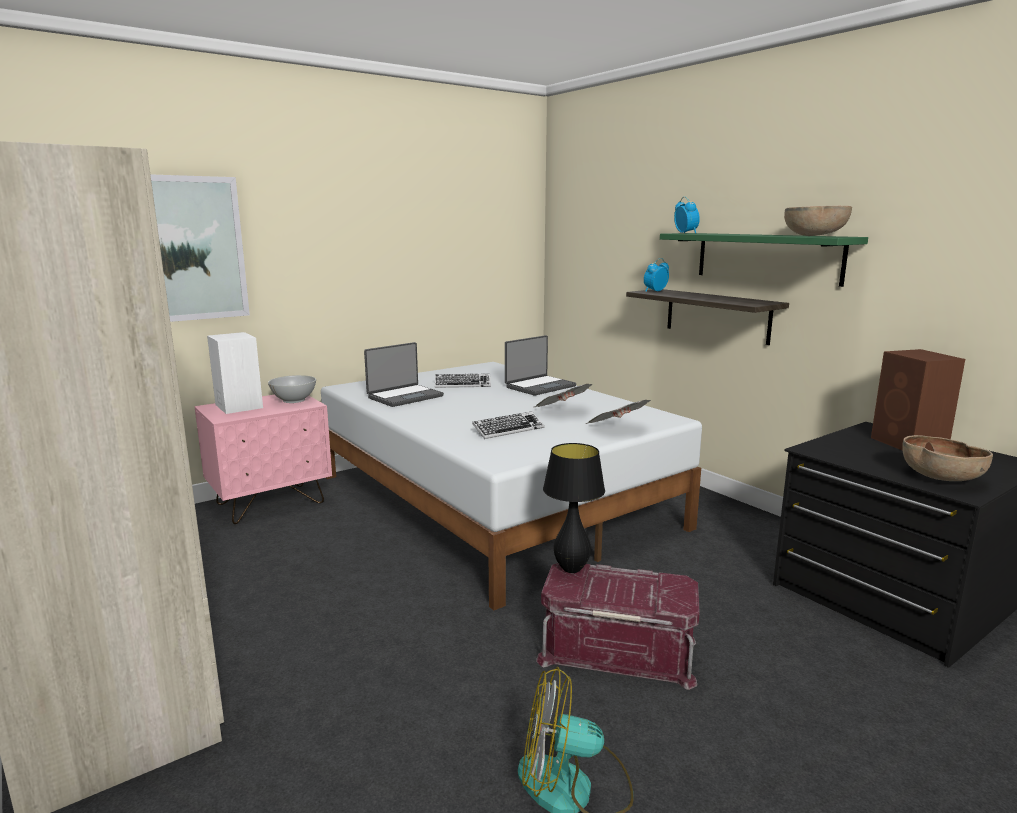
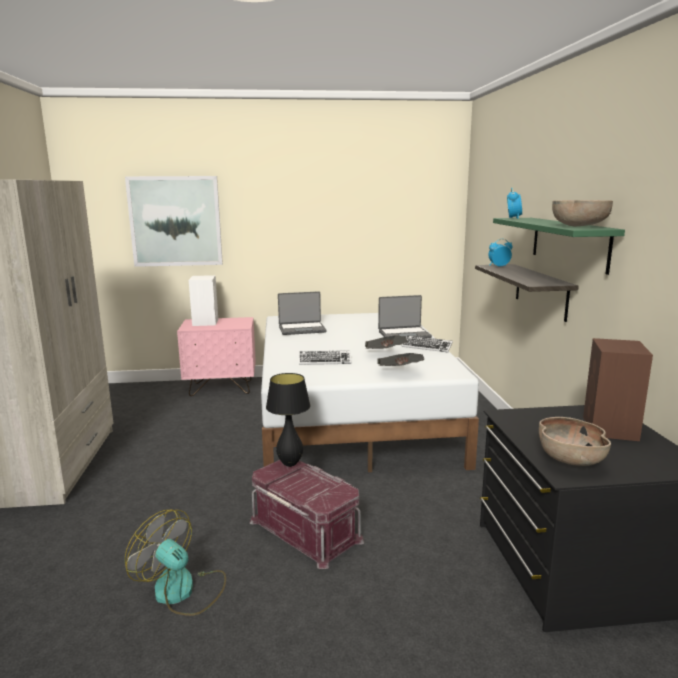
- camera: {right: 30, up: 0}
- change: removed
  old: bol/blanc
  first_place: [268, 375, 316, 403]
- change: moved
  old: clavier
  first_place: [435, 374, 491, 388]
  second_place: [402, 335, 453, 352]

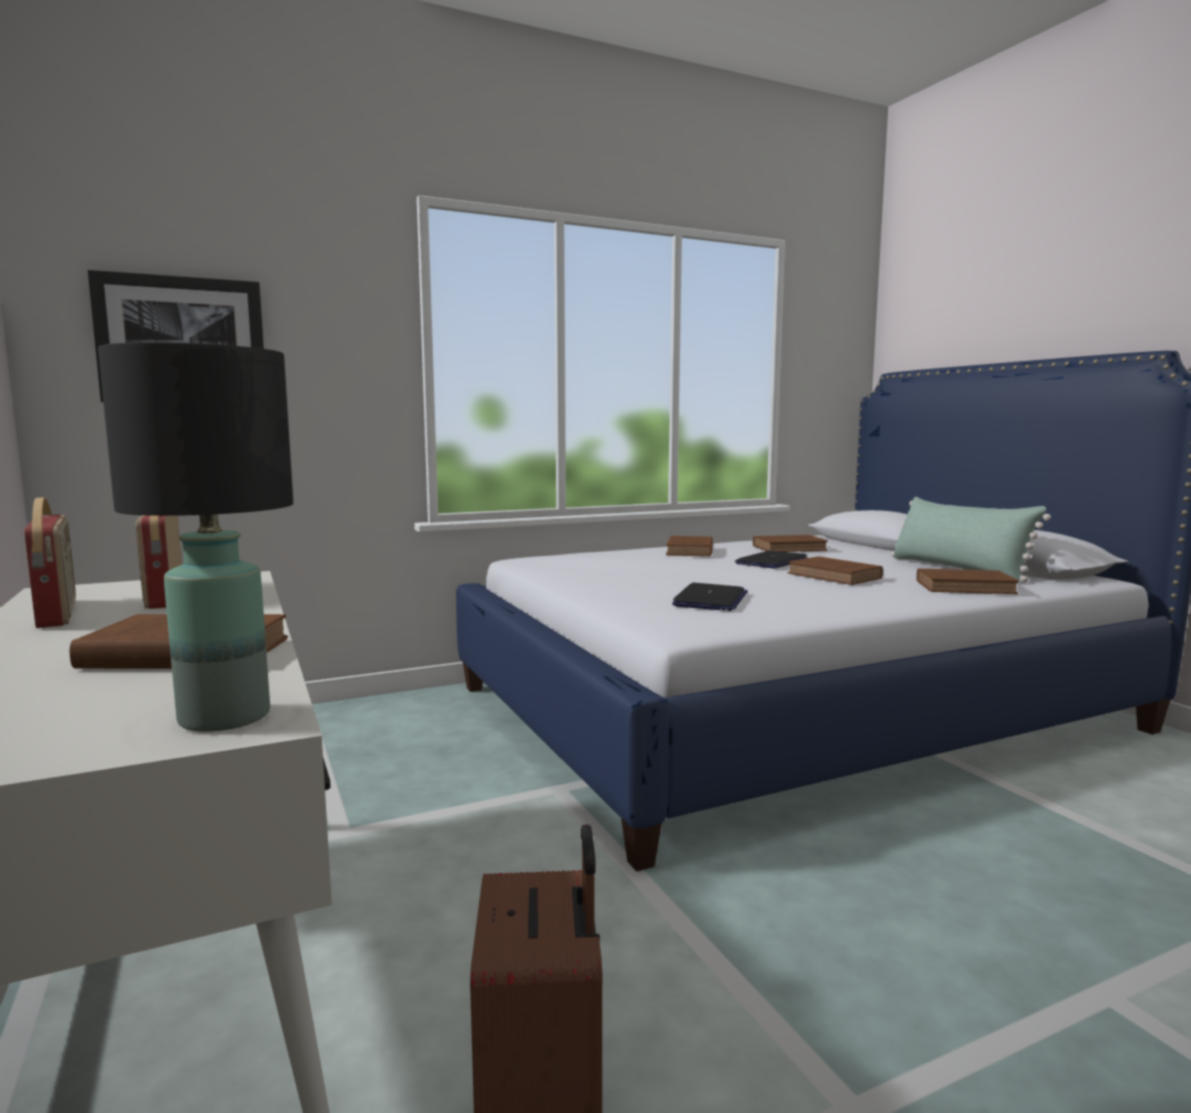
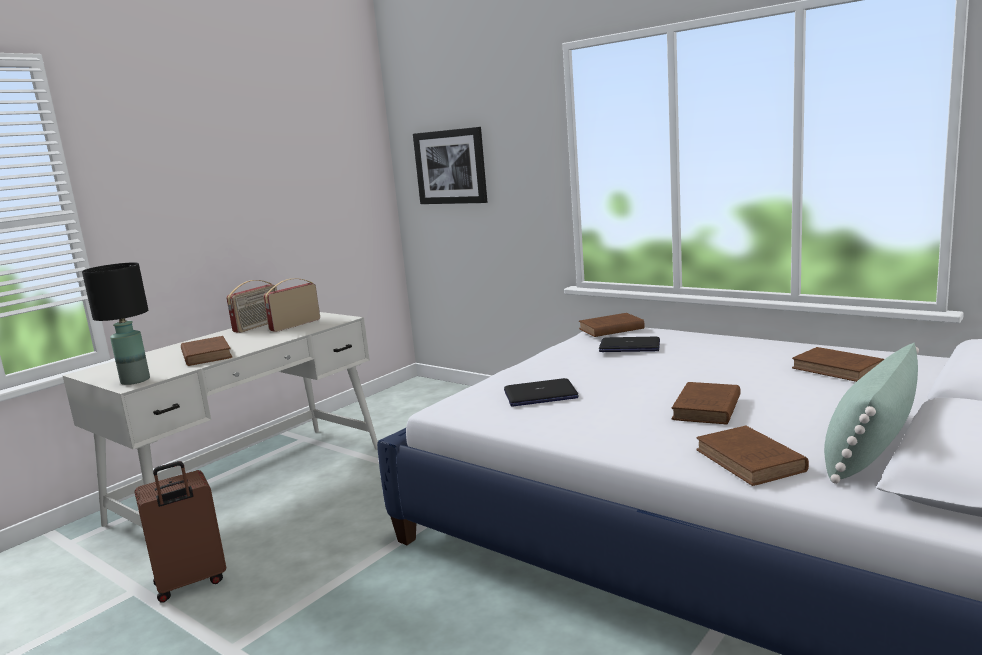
- camera: {right: 65, up: 5}
- change: moved
  old: livre/marron
  first_place: [666, 536, 713, 556]
  second_place: [579, 313, 645, 337]
- change: moved
  old: ordinateur portable
  first_place: [735, 551, 808, 569]
  second_place: [599, 337, 660, 352]

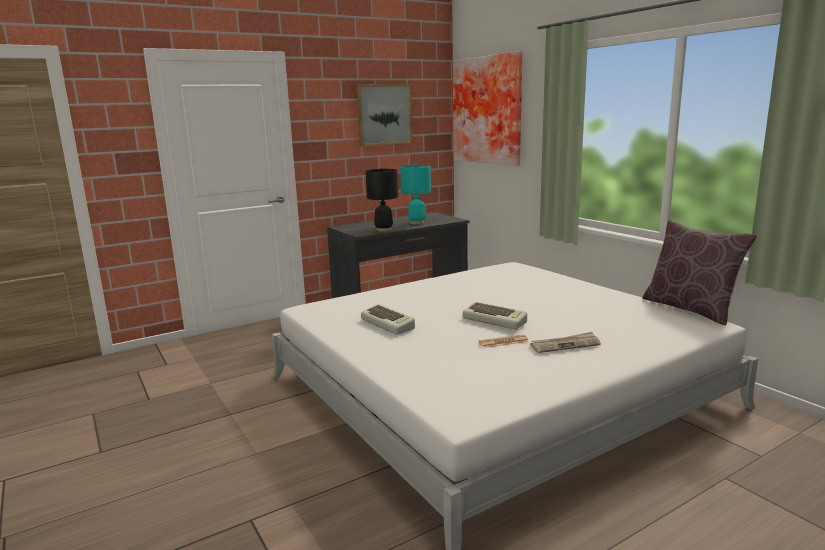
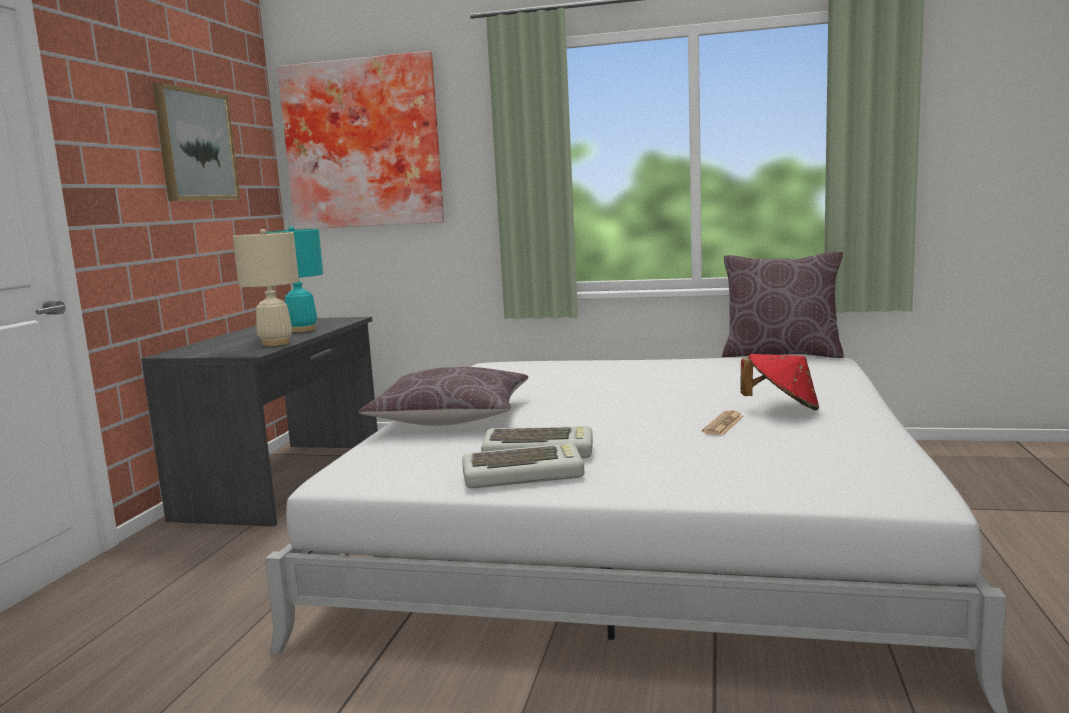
- camera: {right: -45, up: -5}
- change: recoloured
  old: lampe de table/noir
  new: lampe de table/beige
  first_place: [366, 168, 398, 232]
  second_place: [233, 229, 299, 346]
- change: moved
  old: clavier
  first_place: [463, 302, 527, 329]
  second_place: [462, 443, 584, 488]
- change: replaced
  old: journal
  new: chapeau/rouge
  first_place: [530, 332, 601, 353]
  second_place: [740, 354, 819, 410]
- change: added
  new: coussin/marron
  second_place: [358, 367, 528, 426]

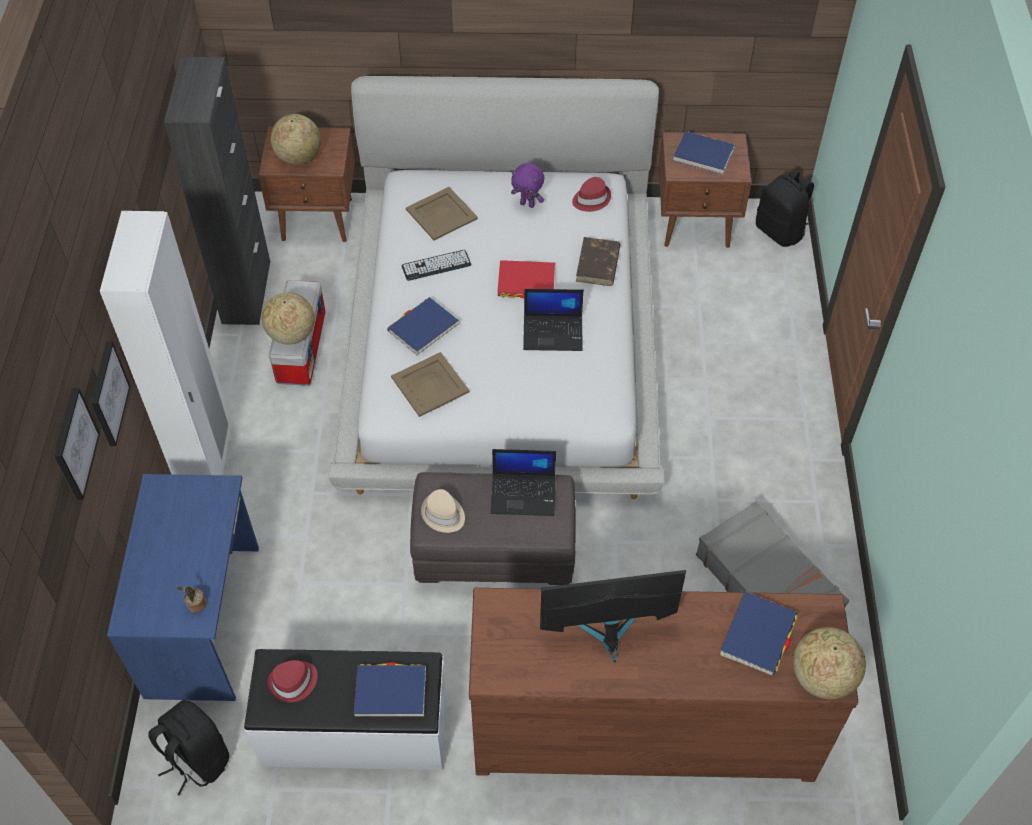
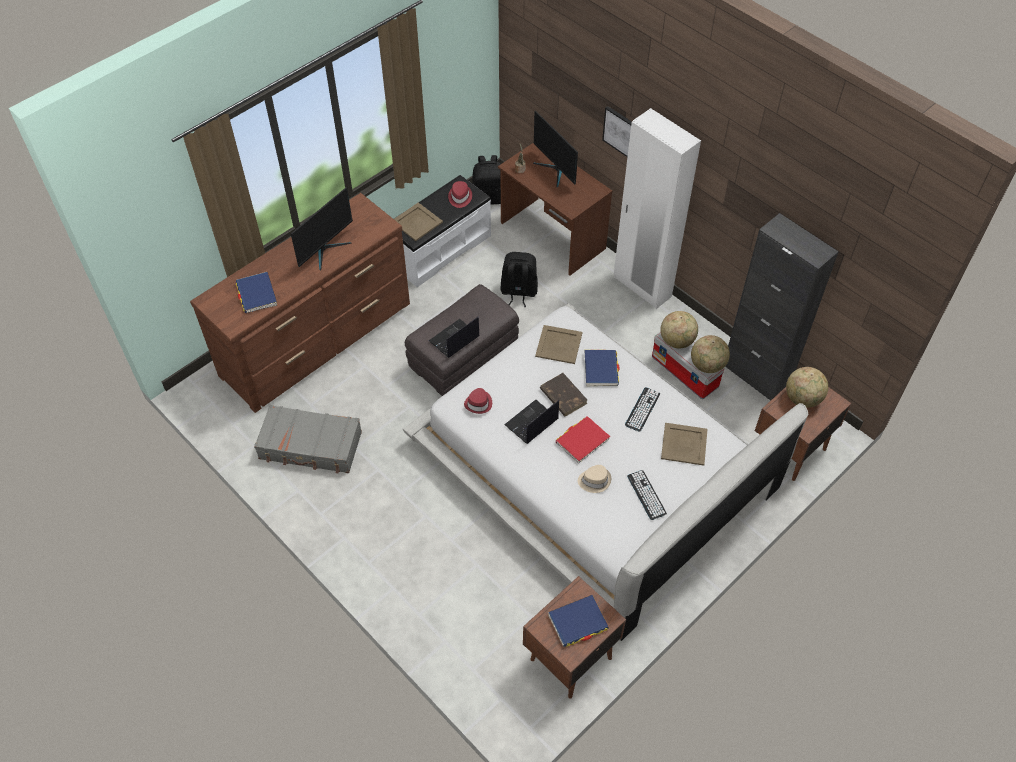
- camera: {right: 135, up: 0}
- change: removed
  old: tableau
  first_place: [54, 388, 100, 500]
- change: recoloured
  old: bureau/bleu
  new: bureau/marron
  first_place: [107, 474, 259, 701]
  second_place: [498, 143, 612, 275]
- change: replaced
  old: livre/bleu
  new: plateau/beige
  first_place: [354, 662, 426, 717]
  second_place: [394, 202, 443, 241]
- change: moved
  old: chapeau/beige
  first_place: [421, 489, 465, 533]
  second_place: [578, 465, 611, 493]
- change: replaced
  old: peluche/violet
  new: clavier
  first_place: [511, 163, 544, 208]
  second_place: [627, 470, 667, 520]
- change: moved
  old: chapeau/rouge
  first_place: [572, 177, 611, 212]
  second_place: [464, 388, 492, 414]
- change: moved
  old: livre/marron
  first_place: [576, 237, 621, 286]
  second_place: [540, 373, 587, 416]
- change: moved
  old: sac à dos/noir
  first_place: [756, 169, 814, 247]
  second_place: [501, 252, 538, 307]
- change: moved
  old: globe
  first_place: [793, 627, 866, 700]
  second_place: [691, 335, 730, 373]
- change: added
  new: écran d'ordinateur
  second_place: [533, 111, 578, 188]

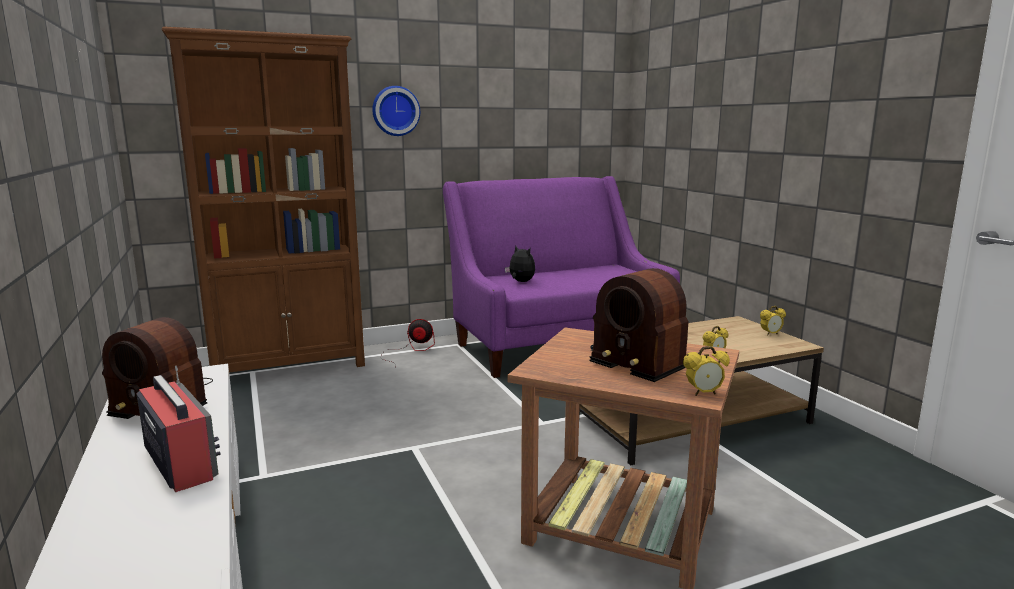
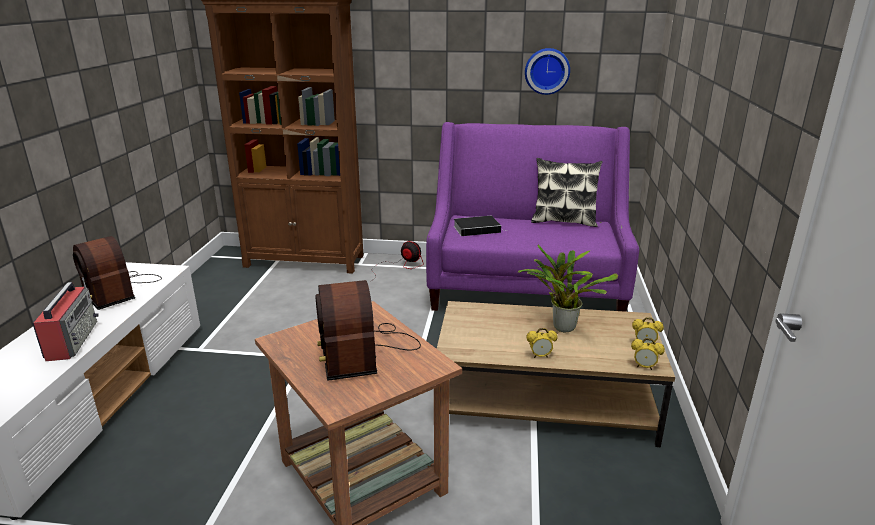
- camera: {right: 30, up: 10}
- change: moved
  old: horloge murale
  first_place: [372, 86, 420, 136]
  second_place: [525, 48, 570, 95]
- change: replaced
  old: peluche
  new: livre
  first_place: [505, 246, 535, 282]
  second_place: [454, 216, 507, 236]
- change: moved
  old: réveil
  first_place: [683, 346, 730, 396]
  second_place: [631, 338, 665, 370]
- change: added
  new: plante en pot
  second_place: [518, 245, 618, 332]
- change: added
  new: coussin
  second_place: [531, 158, 603, 227]

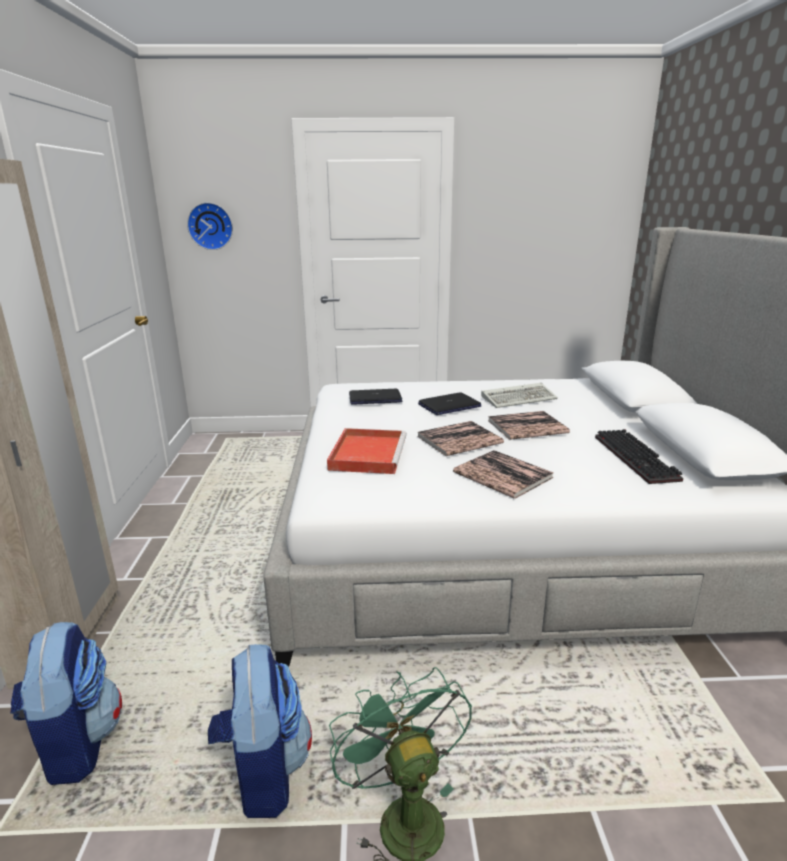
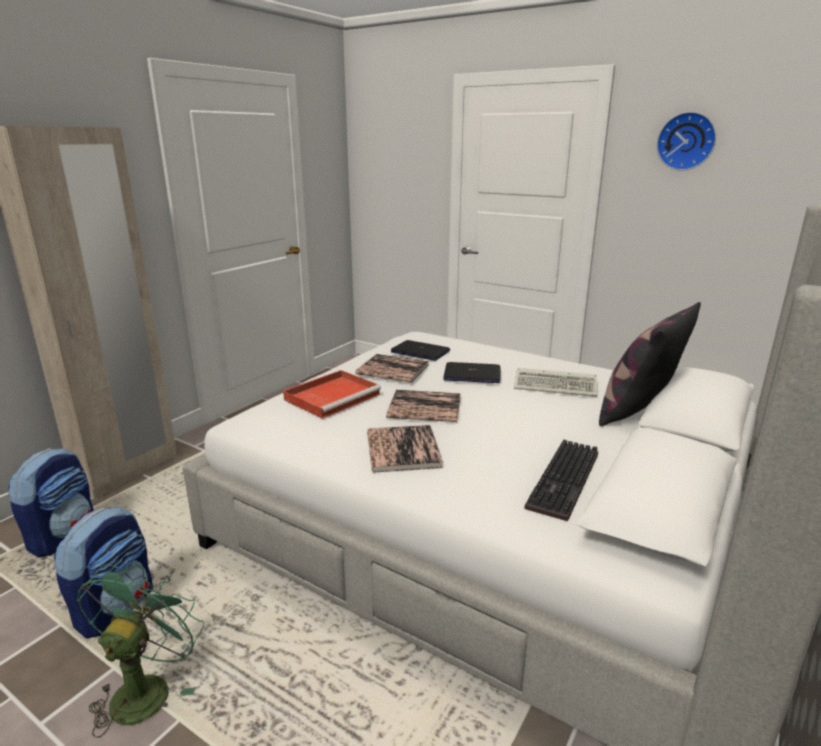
- camera: {right: 35, up: 0}
- change: moved
  old: horloge murale
  first_place: [187, 202, 233, 250]
  second_place: [657, 112, 716, 171]
- change: moved
  old: livre
  first_place: [488, 411, 570, 440]
  second_place: [355, 354, 429, 382]
- change: added
  new: coussin
  second_place: [599, 302, 701, 426]

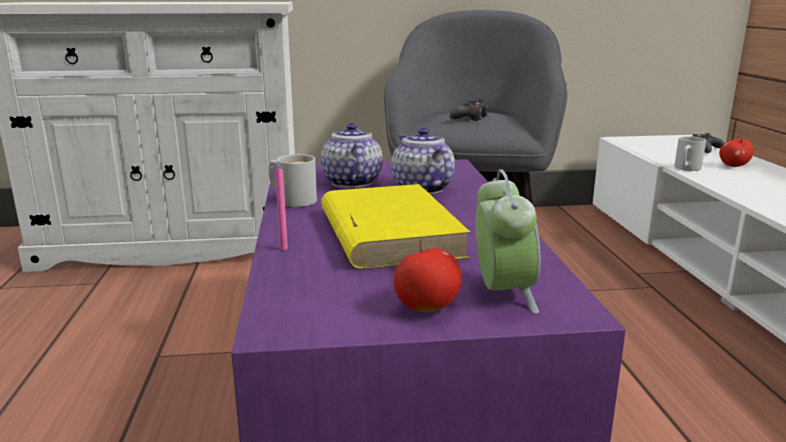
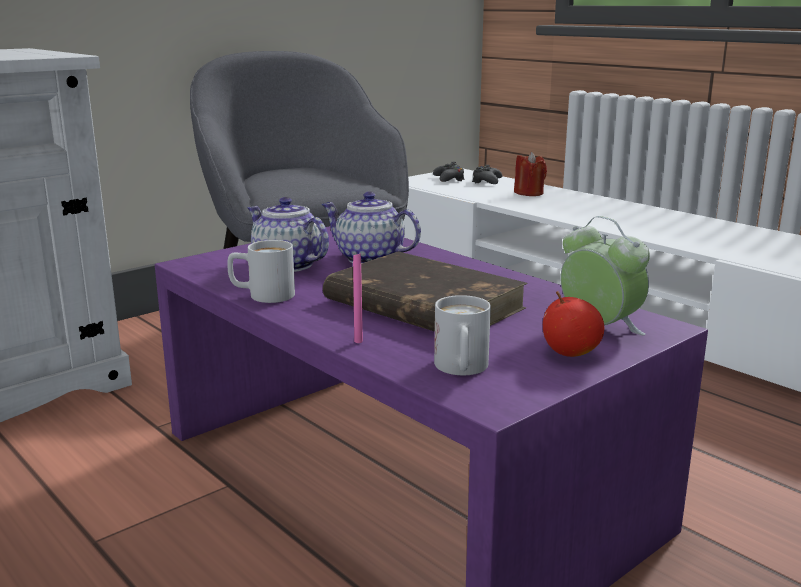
- camera: {right: -35, up: 0}
- change: recoloured
  old: livre/jaune
  new: livre/marron
  first_place: [321, 184, 471, 269]
  second_place: [323, 252, 528, 332]
- change: moved
  old: manette/noir
  first_place: [449, 99, 488, 121]
  second_place: [433, 162, 465, 182]
- change: moved
  old: mug/blanc
  first_place: [674, 136, 706, 171]
  second_place: [434, 295, 491, 375]
- change: replaced
  old: pomme
  new: bougie/rouge
  first_place: [719, 139, 754, 167]
  second_place: [514, 152, 547, 196]

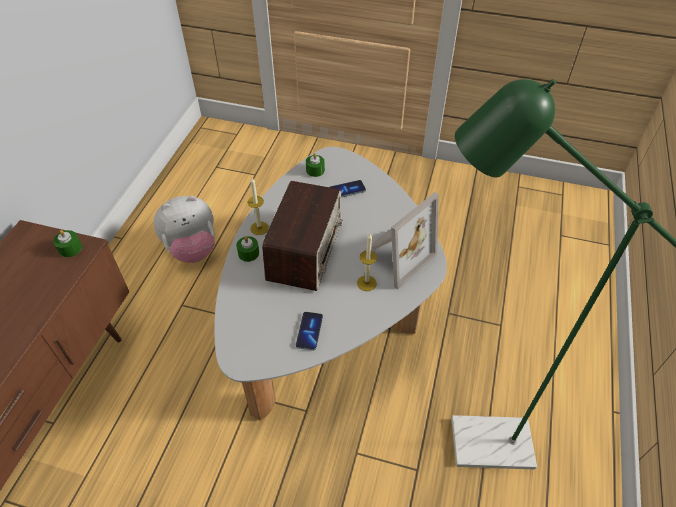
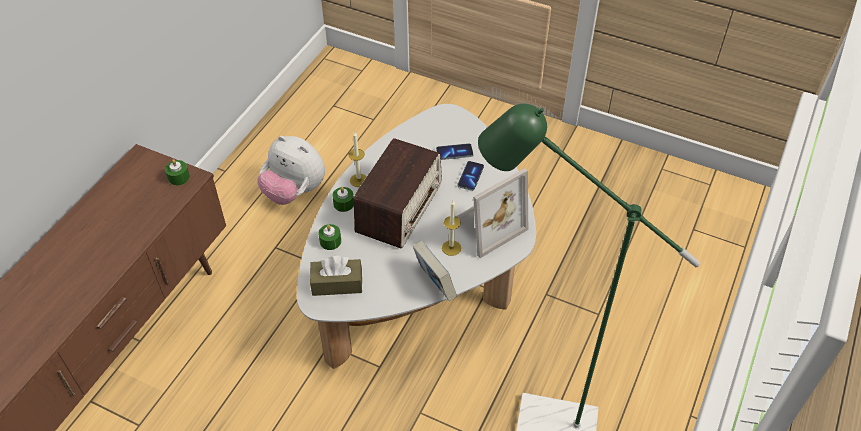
- camera: {right: 10, up: 0}
- change: turned
  old: peluche
  first_place: [153, 196, 215, 263]
  second_place: [257, 136, 325, 205]
  degrees: 45
- change: moved
  old: téléphone
  first_place: [296, 312, 323, 350]
  second_place: [457, 161, 484, 191]
- change: moved
  old: bougie/vert
  first_place: [306, 153, 325, 177]
  second_place: [318, 224, 341, 250]
- change: added
  new: boîte à mouchoirs/marron
  second_place: [310, 256, 362, 296]
- change: added
  new: livre
  second_place: [413, 241, 457, 301]

